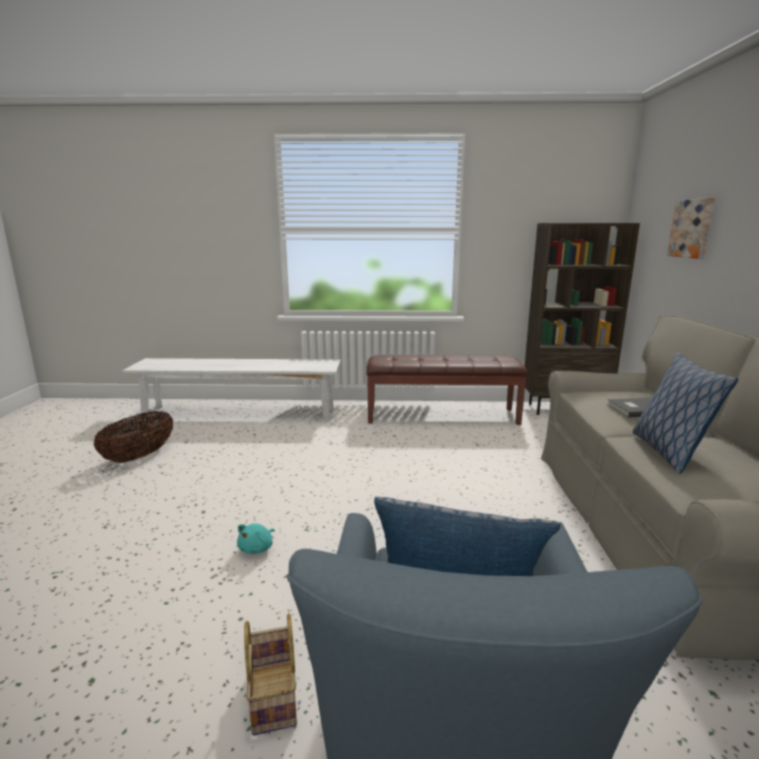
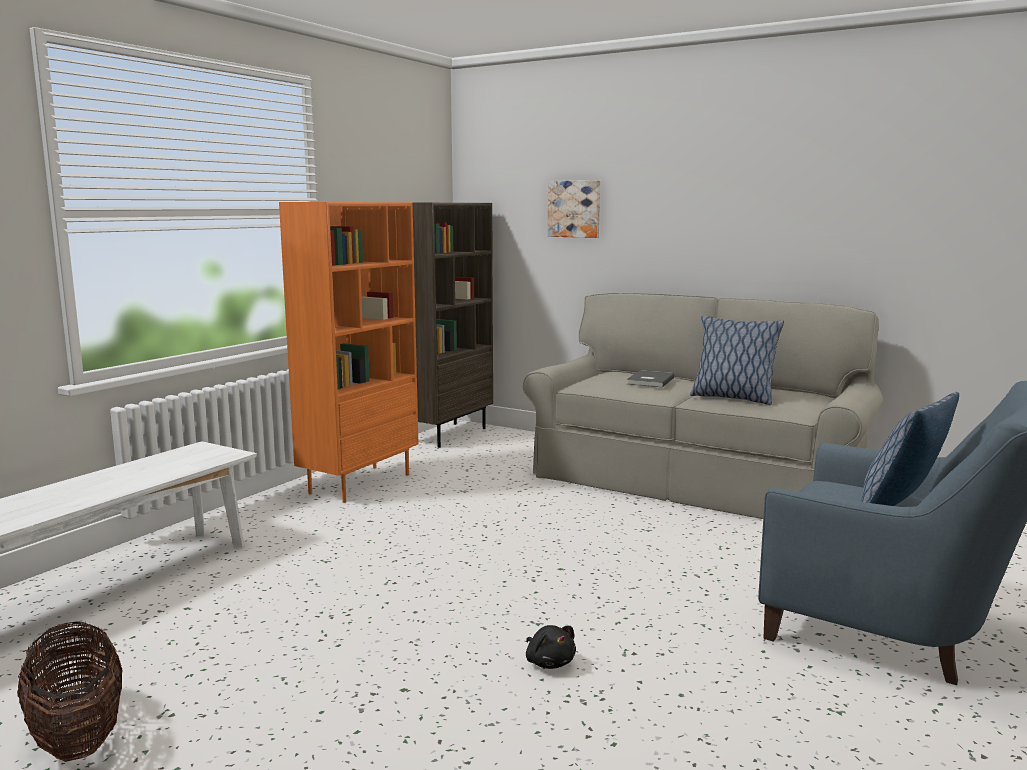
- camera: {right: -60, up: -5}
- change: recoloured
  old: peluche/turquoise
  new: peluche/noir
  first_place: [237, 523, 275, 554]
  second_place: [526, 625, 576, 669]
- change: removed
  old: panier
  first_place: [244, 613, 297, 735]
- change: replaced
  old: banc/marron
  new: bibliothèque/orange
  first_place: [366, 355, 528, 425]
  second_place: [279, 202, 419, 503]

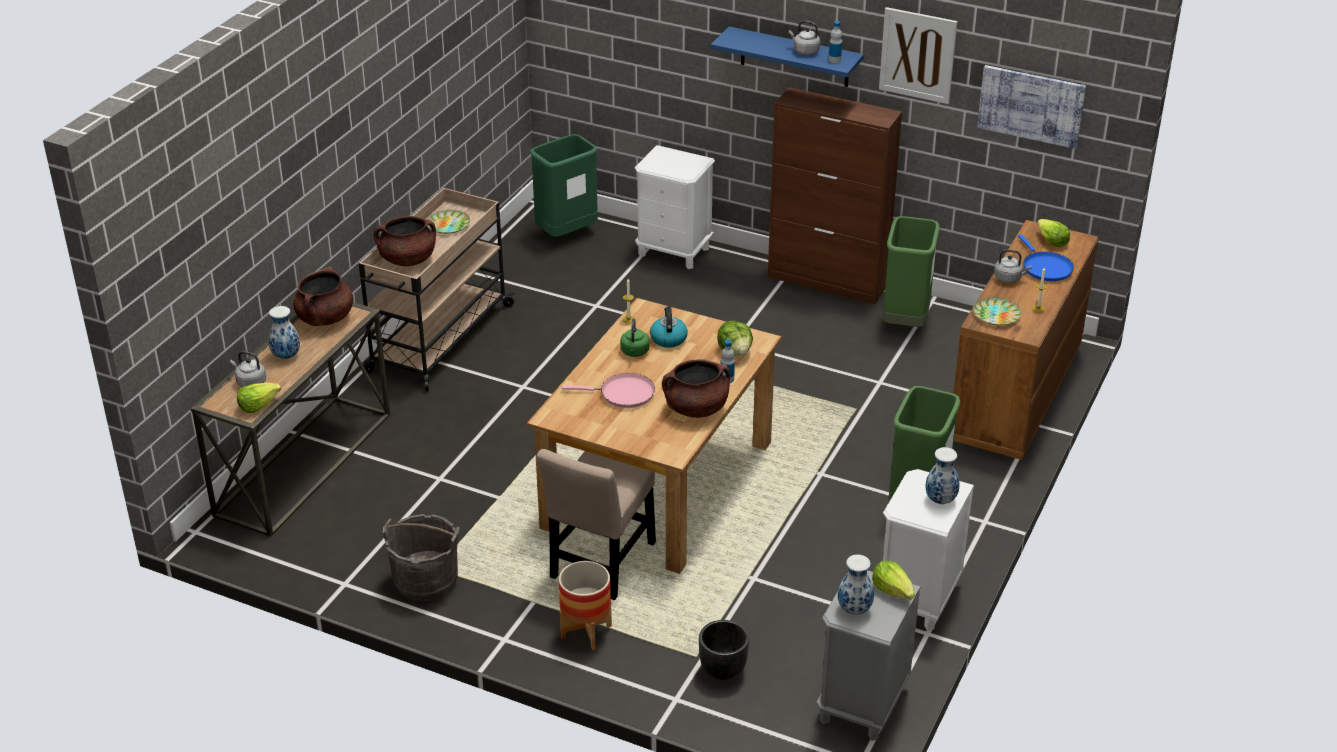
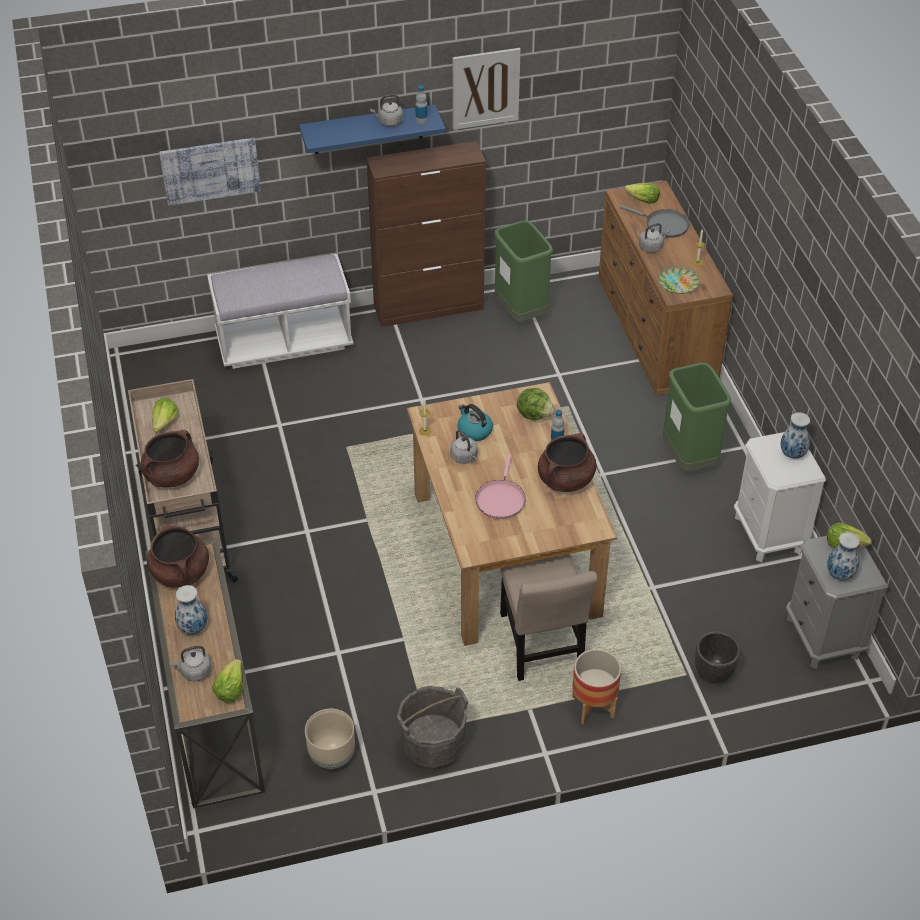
- camera: {right: -40, up: 10}
- change: replaced
  old: assiette
  new: laitue
  first_place: [428, 210, 470, 234]
  second_place: [153, 398, 178, 432]
- change: removed
  old: poubelle/vert
  first_place: [530, 134, 598, 237]
- change: turned
  old: poêle/rose
  first_place: [561, 373, 655, 408]
  second_place: [475, 454, 526, 519]
  degrees: 135
- change: recoloured
  old: bouilloire/vert
  new: bouilloire/gris
  first_place: [620, 318, 650, 357]
  second_place: [450, 430, 478, 464]
- change: replaced
  old: table de chevet/blanc
  new: banc/blanc
  first_place: [635, 145, 715, 269]
  second_place: [207, 254, 353, 369]
- change: moved
  old: tableau
  first_place: [977, 65, 1086, 149]
  second_place: [159, 138, 261, 206]
- change: recoloured
  old: poêle/bleu
  new: poêle/gris
  first_place: [1018, 234, 1074, 281]
  second_place: [620, 205, 690, 238]
- change: added
  new: cache-pot/beige
  second_place: [305, 709, 355, 769]

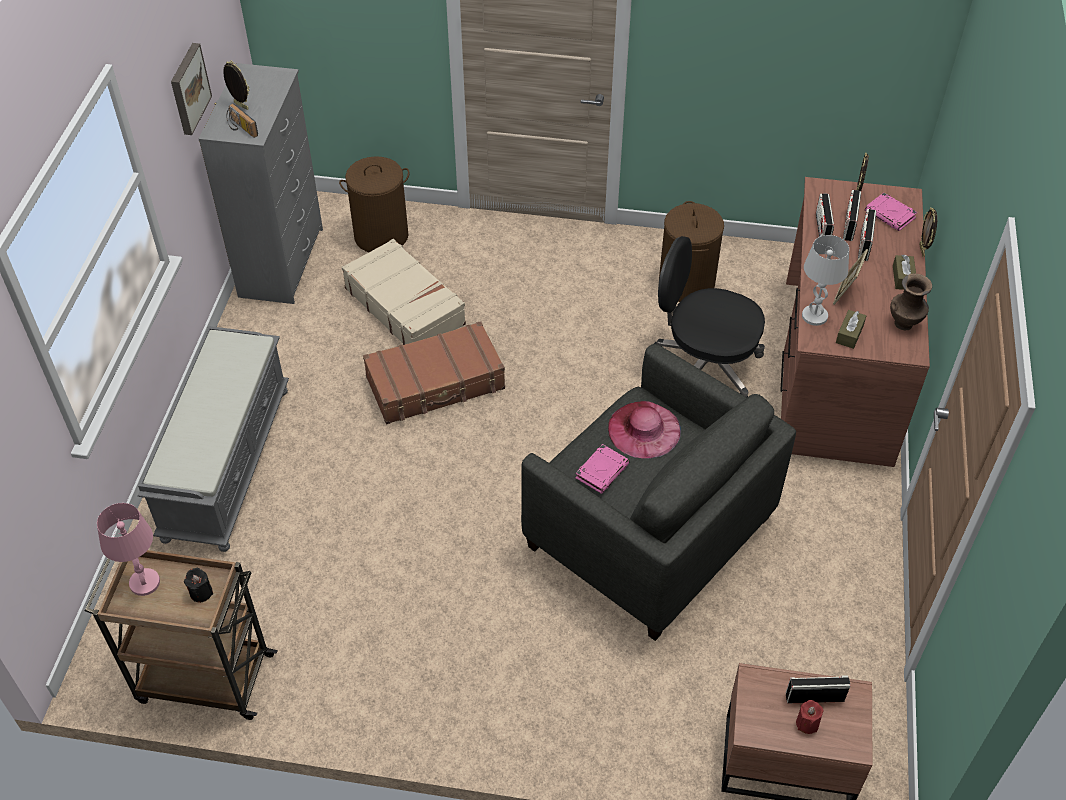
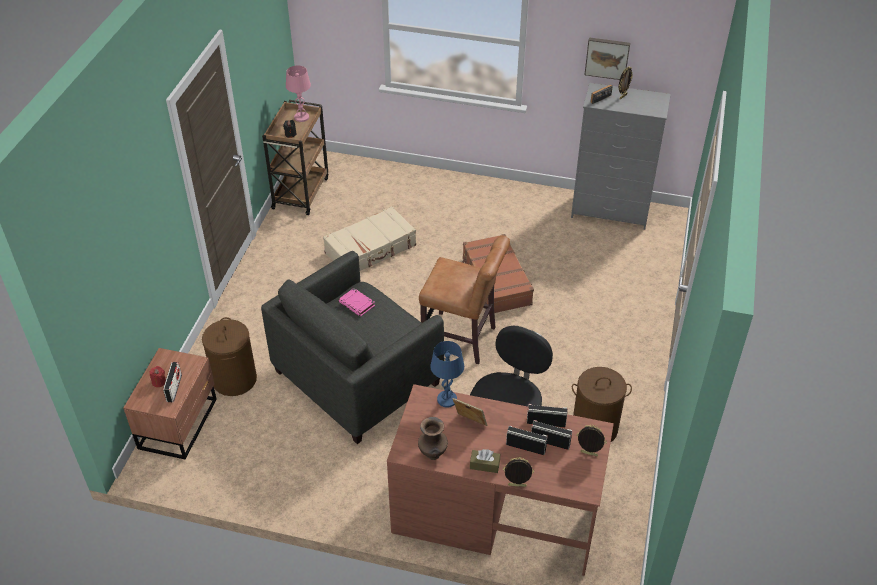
- camera: {right: 95, up: -5}
- change: removed
  old: banc/gris
  first_place: [138, 326, 289, 552]
- change: moved
  old: panier à linge/marron
  first_place: [339, 156, 410, 252]
  second_place: [202, 317, 257, 396]
- change: moved
  old: valise/beige
  first_place: [342, 239, 466, 345]
  second_place: [323, 206, 416, 271]
- change: removed
  old: chapeau/rose
  first_place: [608, 401, 681, 459]
- change: recoloured
  old: lampe de table/blanc
  new: lampe de table/bleu
  first_place: [802, 235, 849, 326]
  second_place: [430, 341, 464, 408]
- change: removed
  old: boîte à mouchoirs/marron
  first_place: [836, 310, 866, 349]
- change: removed
  old: livre/rose
  first_place: [865, 193, 918, 231]
- change: added
  new: chaise/marron
  second_place: [419, 235, 510, 364]

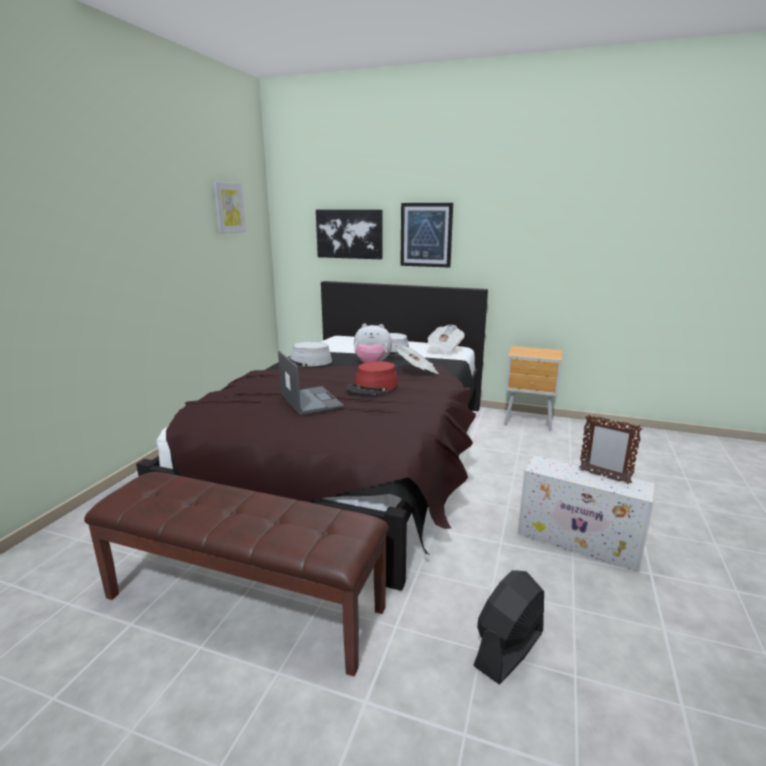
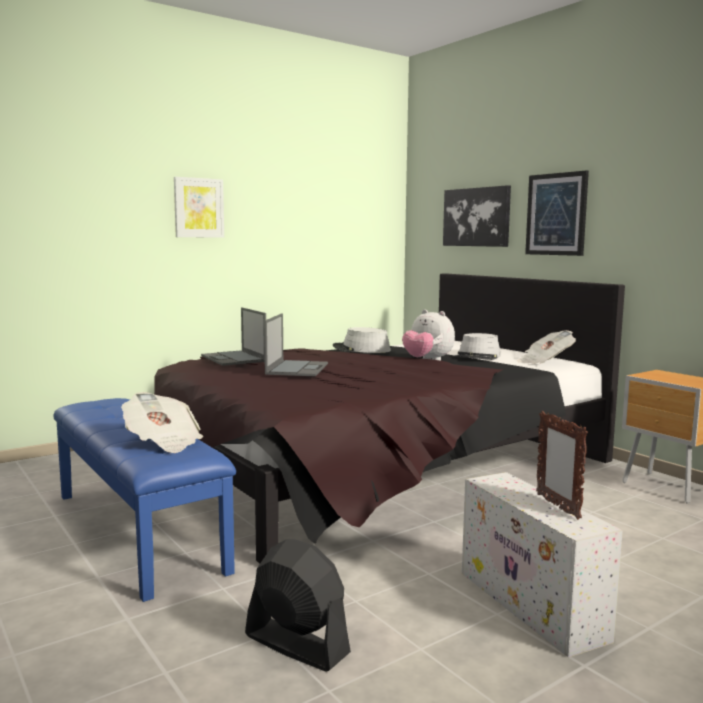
- camera: {right: 35, up: -10}
- change: recoloured
  old: banc/marron
  new: banc/bleu
  first_place: [84, 472, 389, 676]
  second_place: [54, 398, 236, 602]
- change: moved
  old: tableau
  first_place: [213, 181, 246, 234]
  second_place: [174, 177, 224, 238]
- change: removed
  old: chapeau/rouge
  first_place: [346, 361, 398, 395]
- change: moved
  old: journal
  first_place: [393, 344, 439, 374]
  second_place: [121, 392, 203, 453]
- change: turned
  old: ventilateur/noir
  first_place: [473, 570, 544, 684]
  second_place: [245, 539, 351, 671]
  degrees: 45
- change: added
  new: ordinateur portable
  second_place: [201, 307, 266, 366]

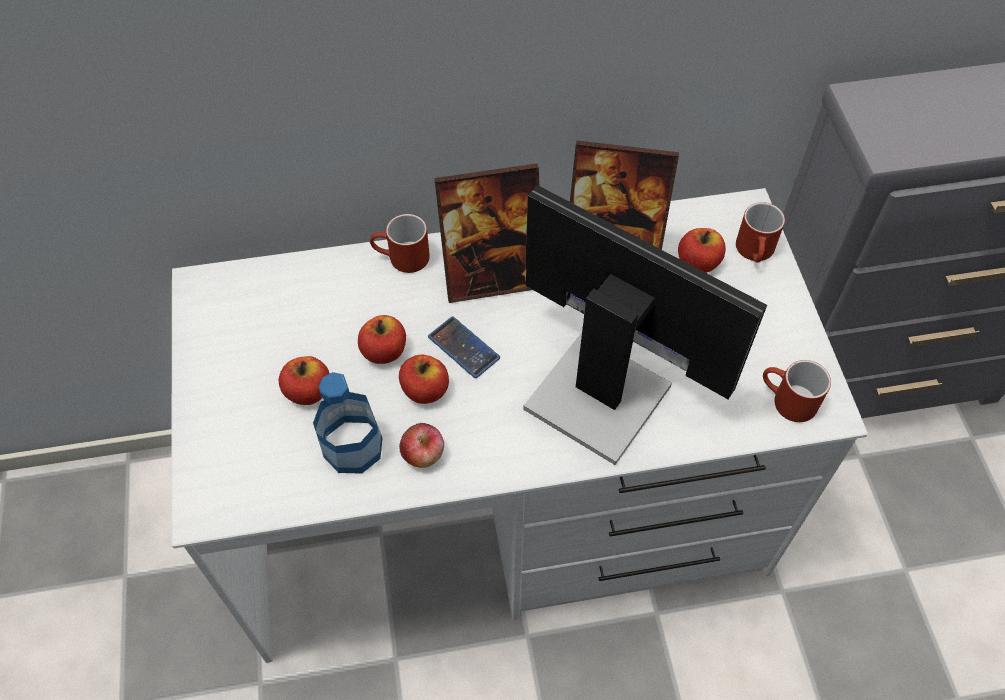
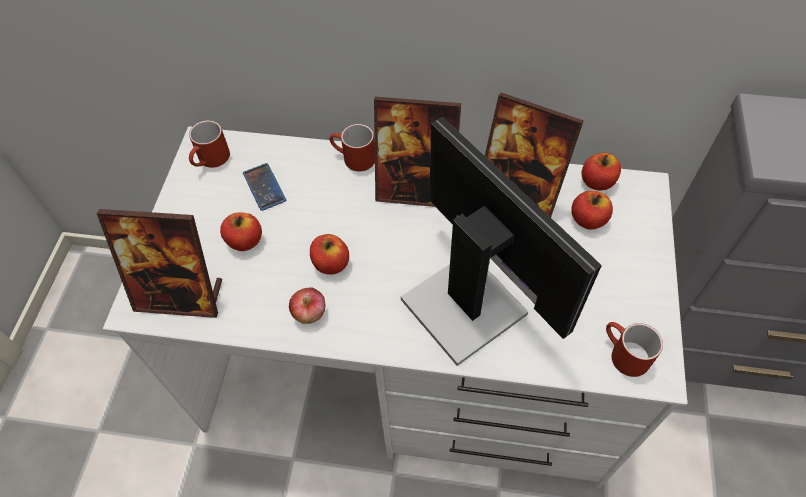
- camera: {right: 20, up: 0}
- change: removed
  old: bouteille
  first_place: [313, 372, 383, 474]
- change: moved
  old: pomme
  first_place: [358, 315, 406, 364]
  second_place: [582, 153, 621, 191]
- change: moved
  old: téléphone
  first_place: [428, 316, 500, 378]
  second_place: [243, 163, 286, 211]
- change: moved
  old: mug/rouge
  first_place: [736, 202, 785, 262]
  second_place: [189, 120, 230, 168]
- change: added
  new: cadre photo
  second_place: [96, 209, 222, 318]

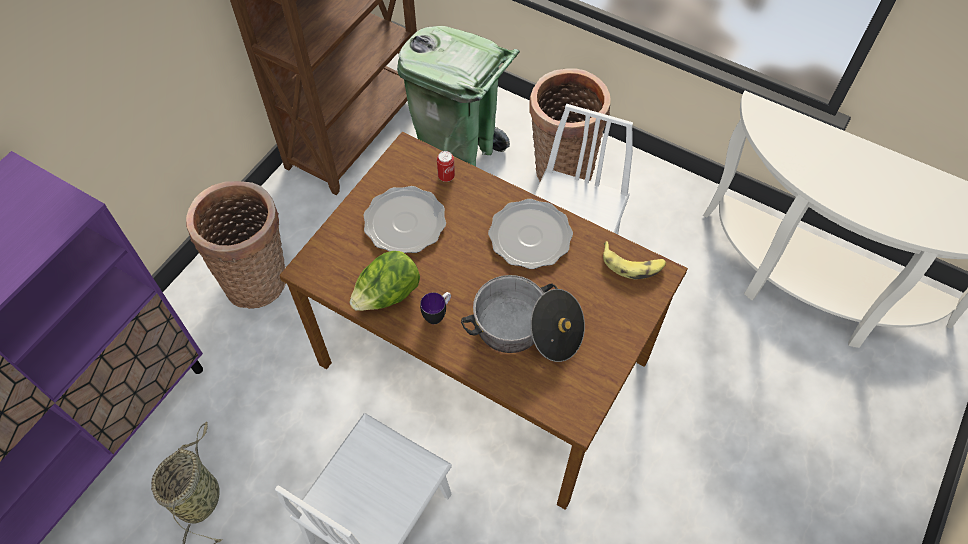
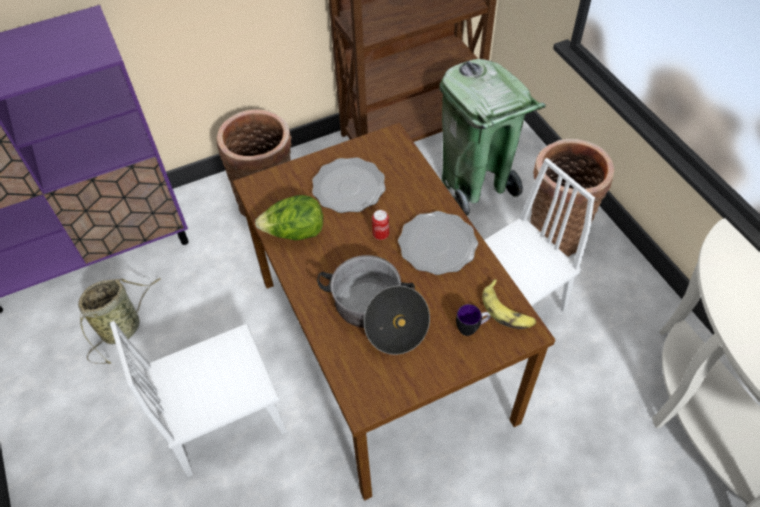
- camera: {right: 35, up: -5}
- change: moved
  old: mug
  first_place: [420, 292, 451, 324]
  second_place: [456, 304, 491, 336]
- change: moved
  old: boîte métallique
  first_place: [437, 151, 455, 182]
  second_place: [372, 210, 389, 240]

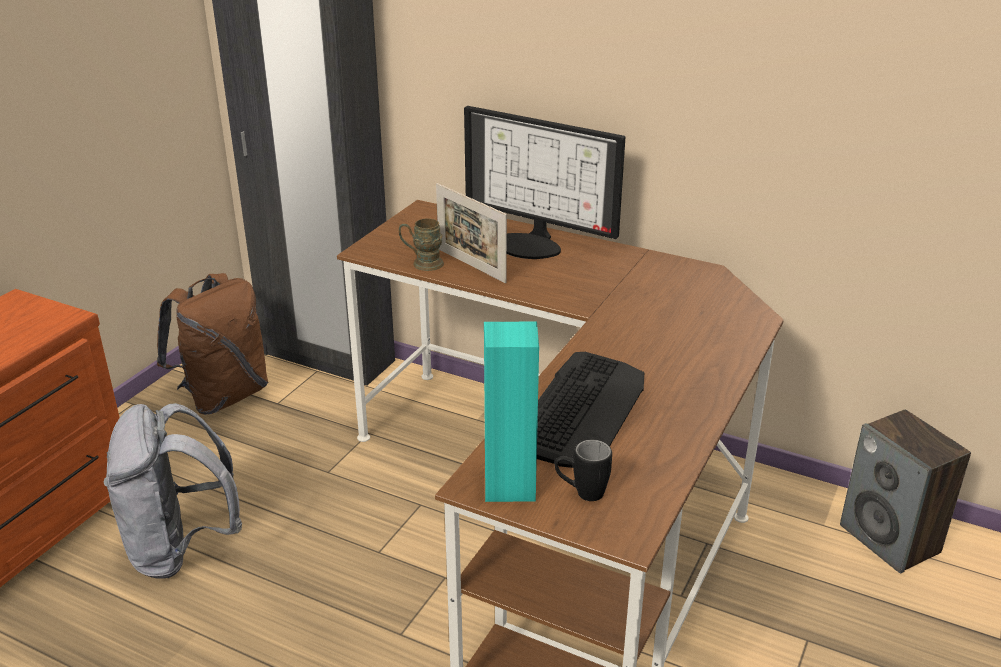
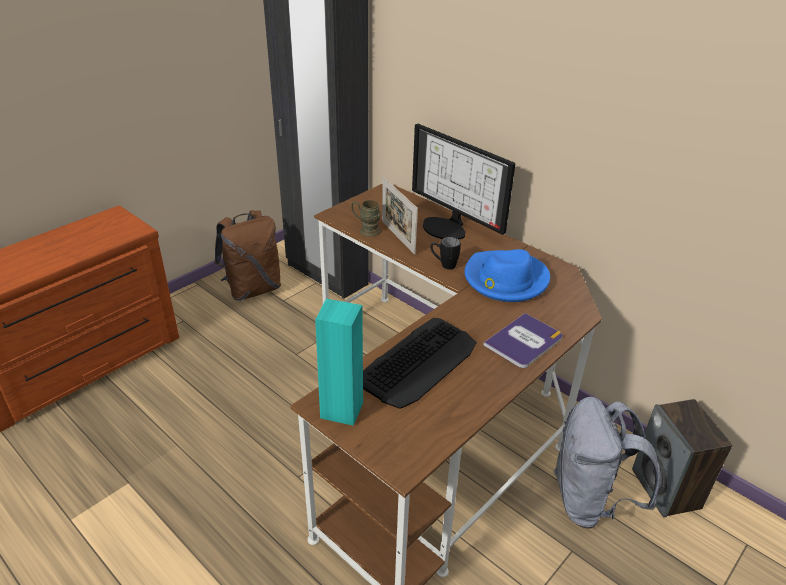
- camera: {right: 15, up: 5}
- change: moved
  old: sac à dos/gris
  first_place: [104, 403, 242, 579]
  second_place: [553, 397, 661, 529]
- change: moved
  old: mug/noir
  first_place: [555, 439, 612, 501]
  second_place: [431, 237, 461, 270]
- change: added
  new: chapeau/bleu
  second_place: [464, 249, 550, 302]
- change: added
  new: livre
  second_place: [483, 313, 563, 368]

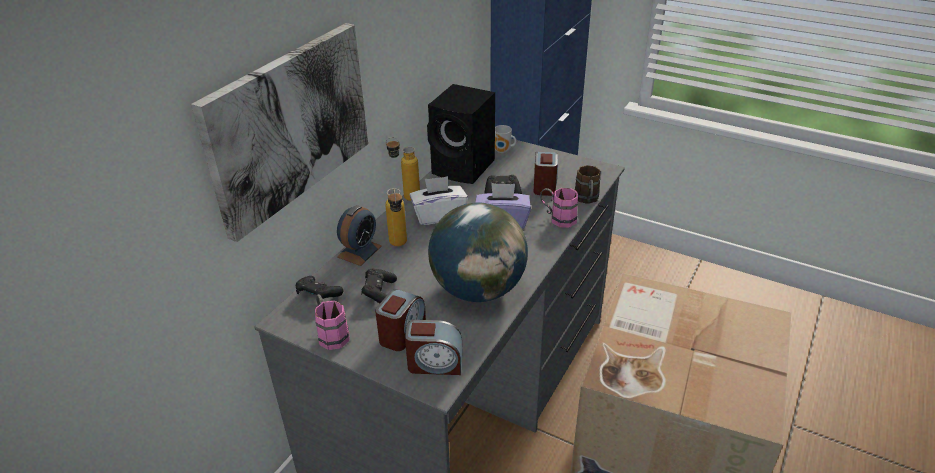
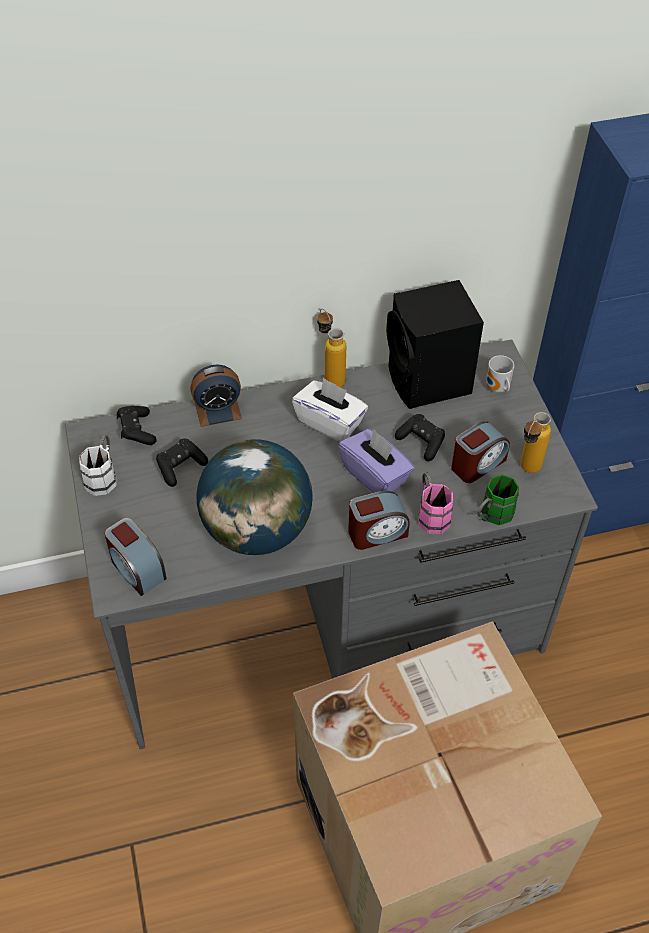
- camera: {right: 45, up: 15}
- change: removed
  old: tableau
  first_place: [191, 23, 368, 242]
- change: recoloured
  old: mug/rose
  new: mug/blanc
  first_place: [315, 294, 350, 350]
  second_place: [79, 435, 117, 496]
- change: moved
  old: réveil
  first_place: [375, 289, 426, 351]
  second_place: [348, 491, 410, 550]
- change: moved
  old: bouteille
  first_place: [385, 188, 407, 246]
  second_place: [520, 412, 551, 473]
- change: recoloured
  old: mug/marron
  new: mug/vert
  first_place: [575, 165, 601, 204]
  second_place: [477, 474, 519, 525]

